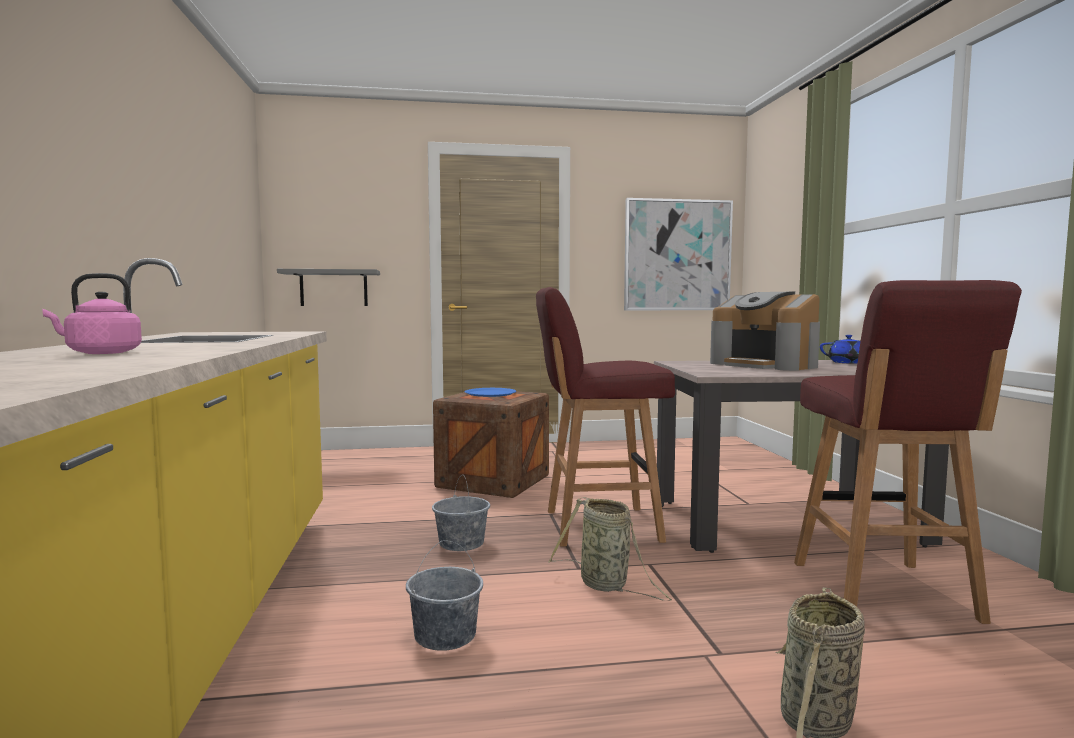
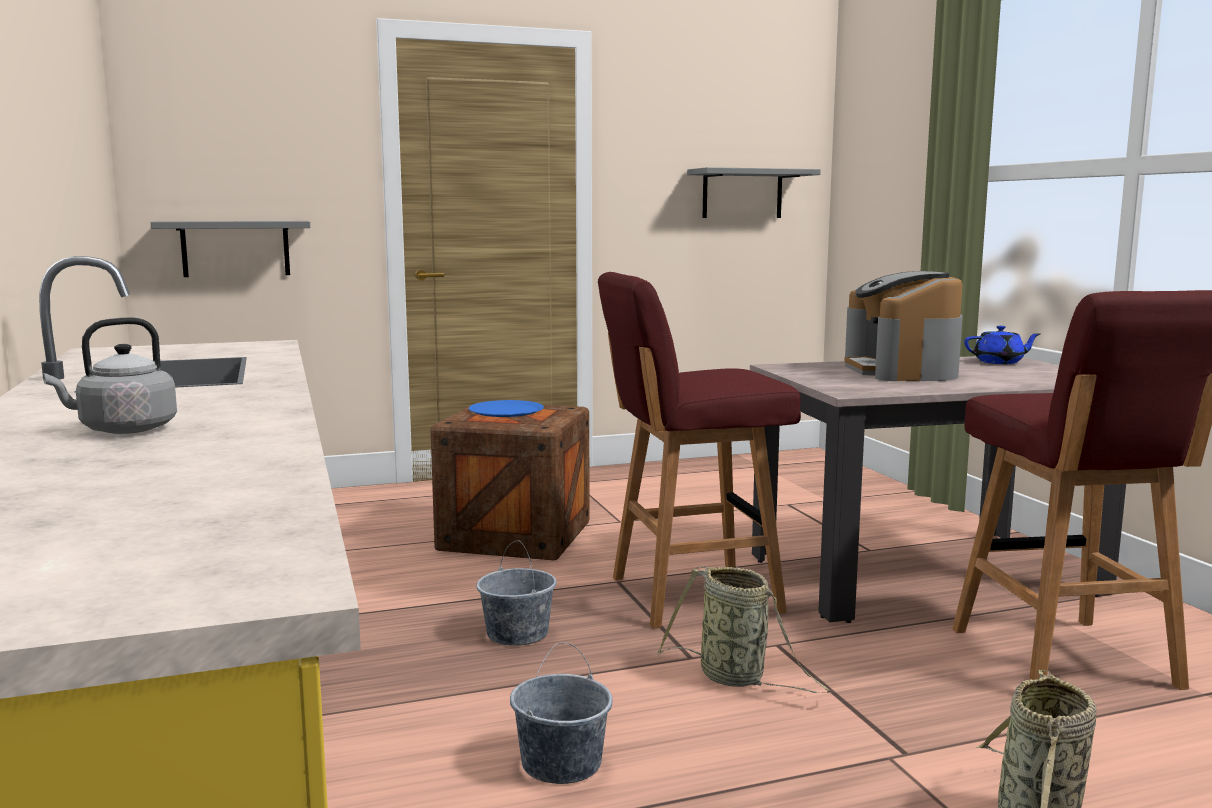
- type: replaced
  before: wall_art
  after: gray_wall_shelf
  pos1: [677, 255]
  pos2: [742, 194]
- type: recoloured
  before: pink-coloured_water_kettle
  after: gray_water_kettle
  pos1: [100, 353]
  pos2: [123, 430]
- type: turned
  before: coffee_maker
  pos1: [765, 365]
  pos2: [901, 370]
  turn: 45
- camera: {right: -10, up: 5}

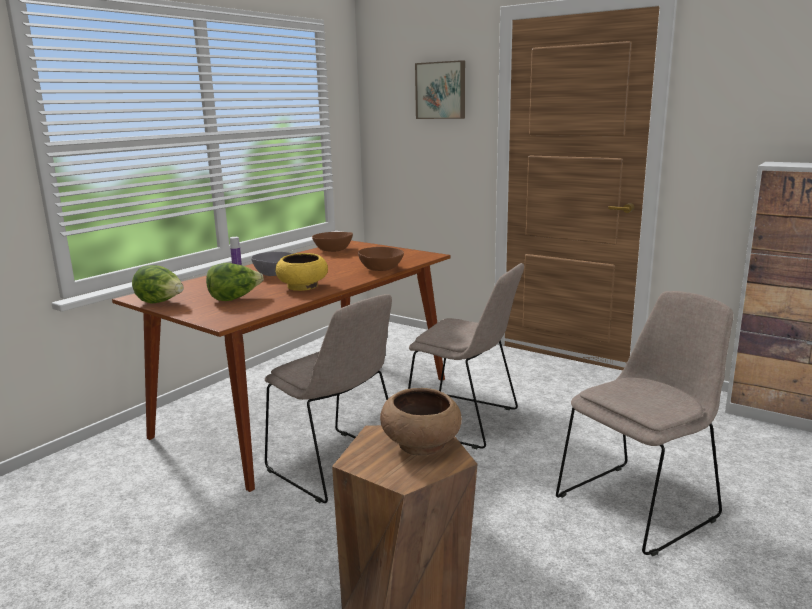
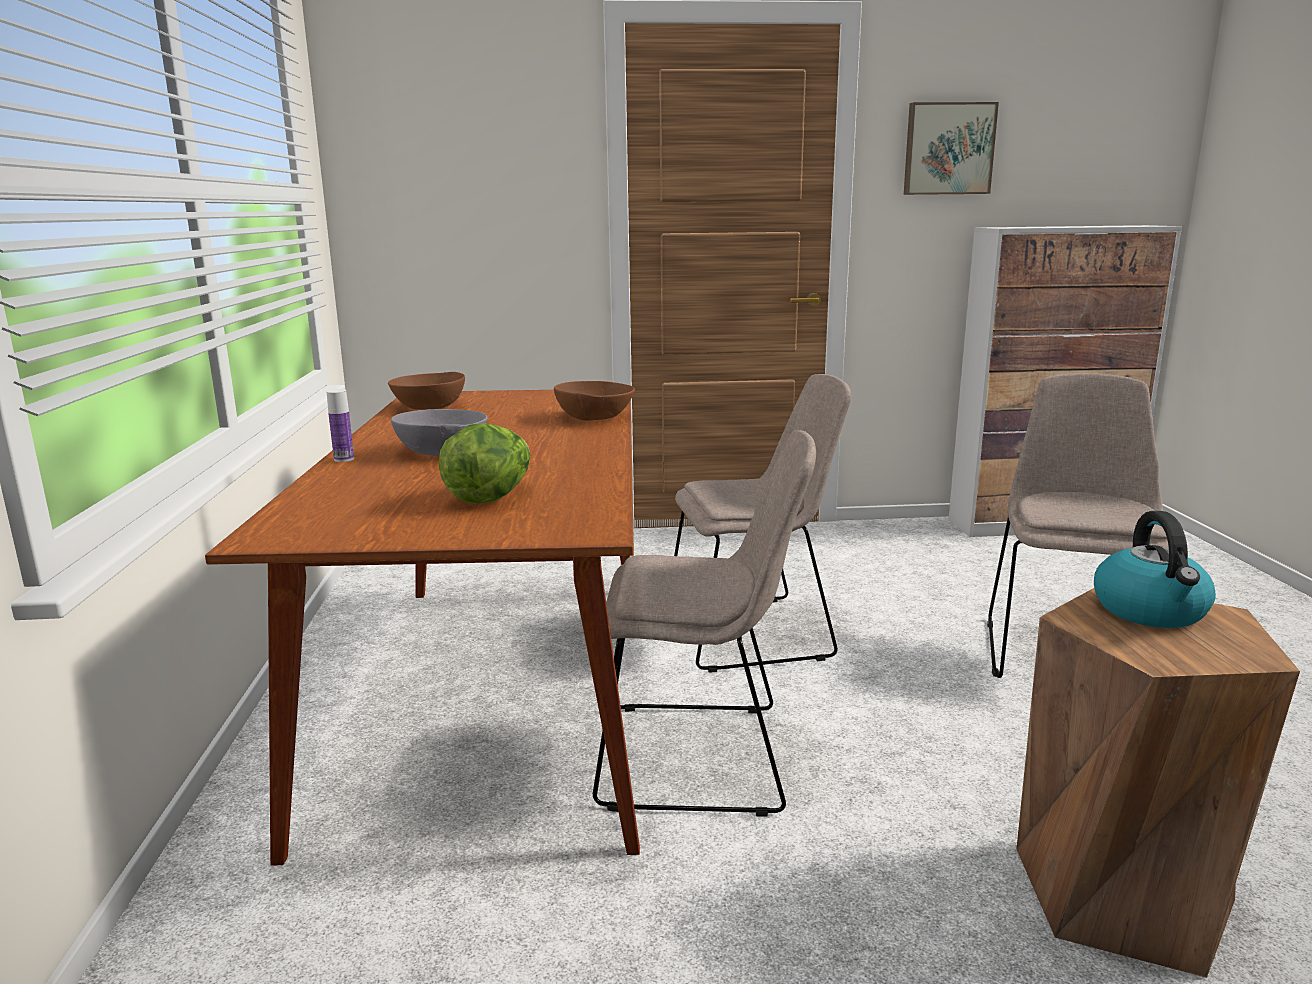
- type: removed
  before: lettuce
  pos1: [161, 303]
- type: removed
  before: yellow-coloured_serving_bowl
  pos1: [303, 287]
- type: moved
  before: wall_art
  pos1: [441, 90]
  pos2: [948, 149]
- type: replaced
  before: brown_serving_bowl
  after: water_kettle
  pos1: [422, 443]
  pos2: [1151, 611]
- camera: {right: -40, up: 0}

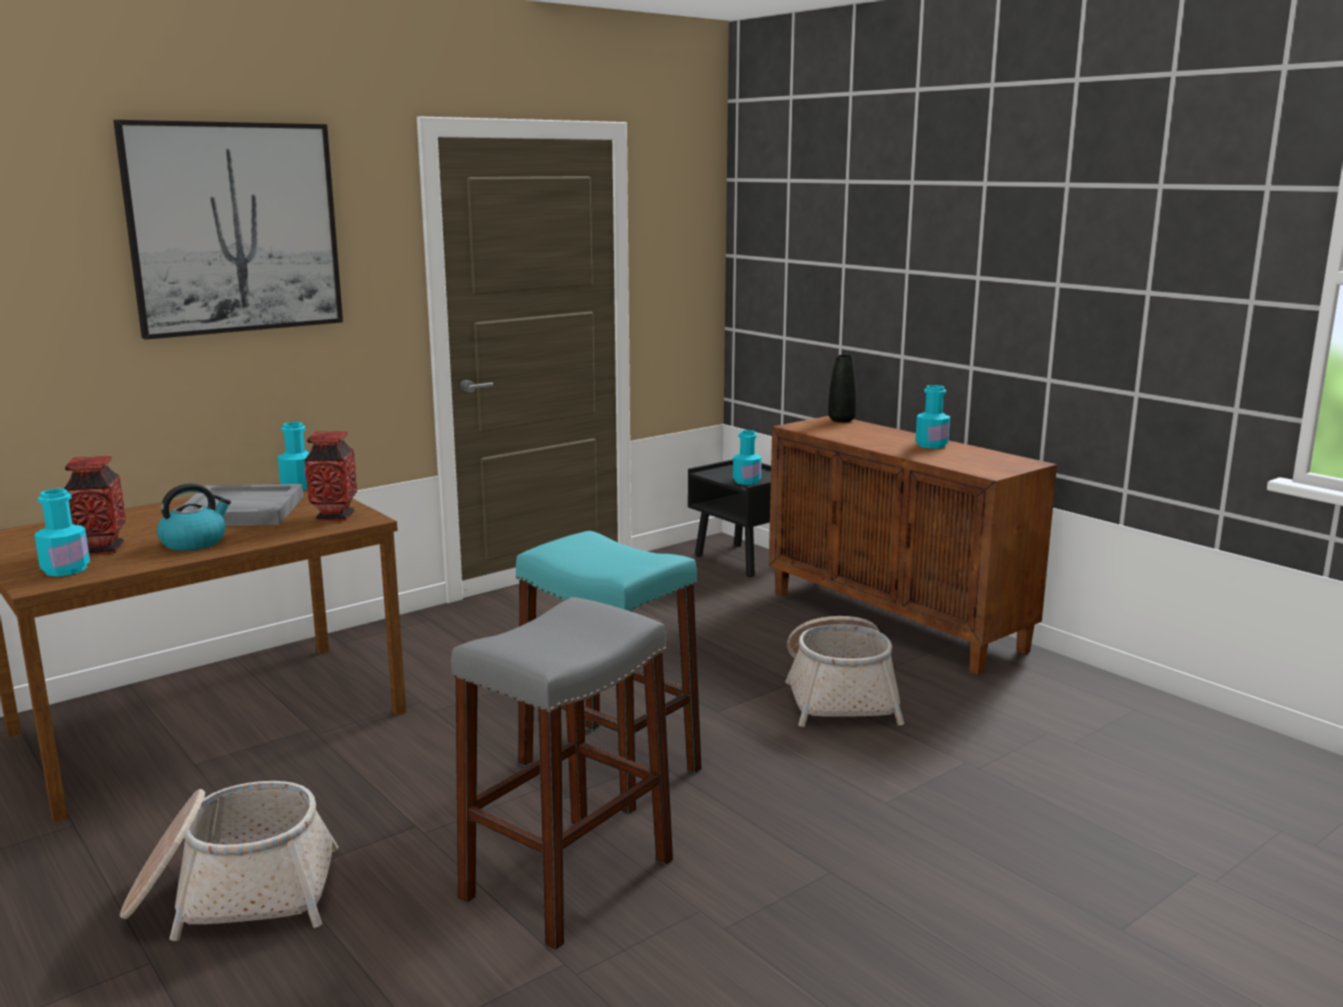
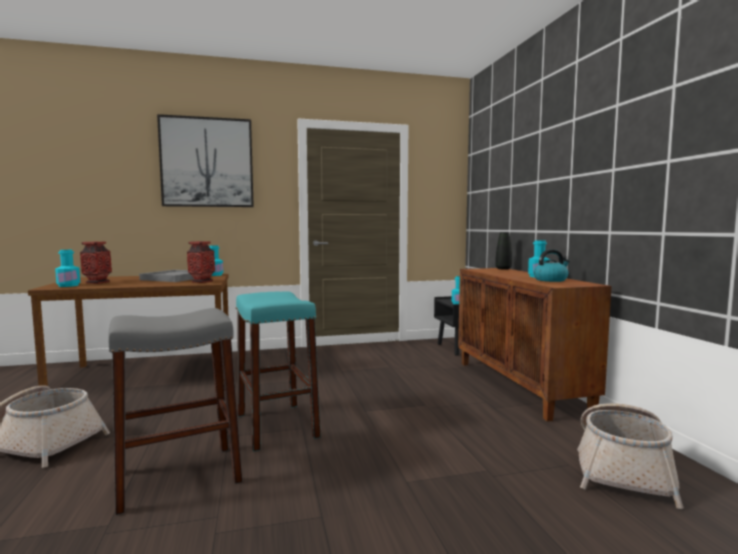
- type: moved
  before: water_kettle
  pos1: [194, 542]
  pos2: [550, 280]
- type: moved
  before: household_basket
  pos1: [839, 695]
  pos2: [622, 469]
- camera: {right: 25, up: -10}

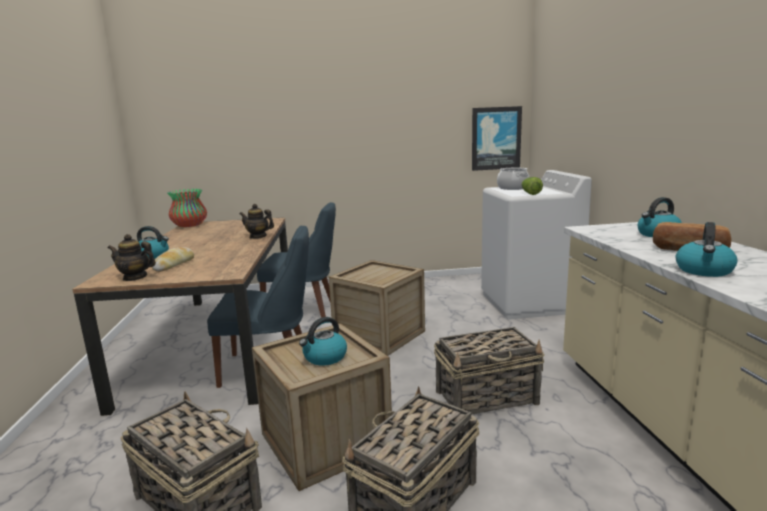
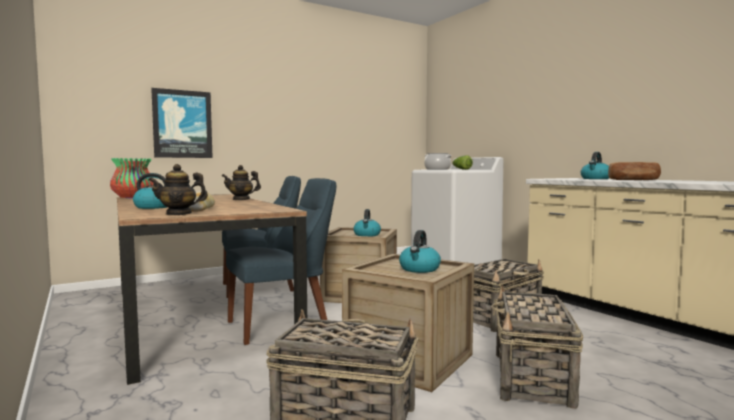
- type: moved
  before: wall_art
  pos1: [496, 138]
  pos2: [182, 124]
- type: moved
  before: water_kettle
  pos1: [704, 271]
  pos2: [367, 235]
- camera: {right: -25, up: -10}

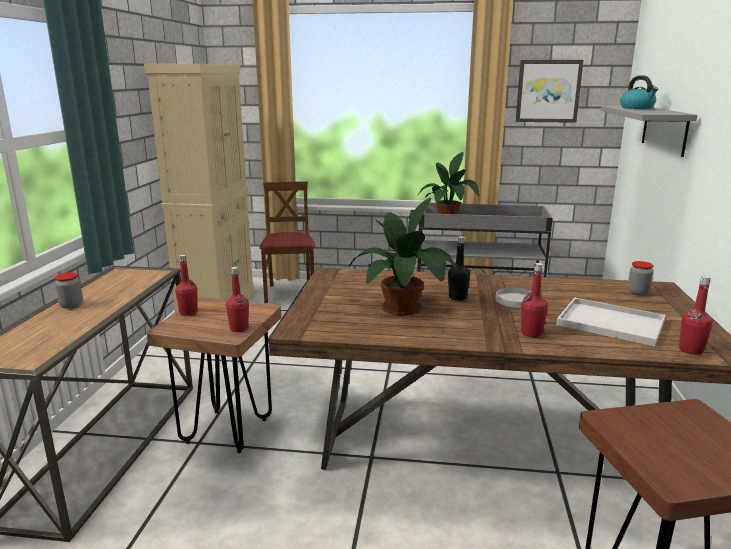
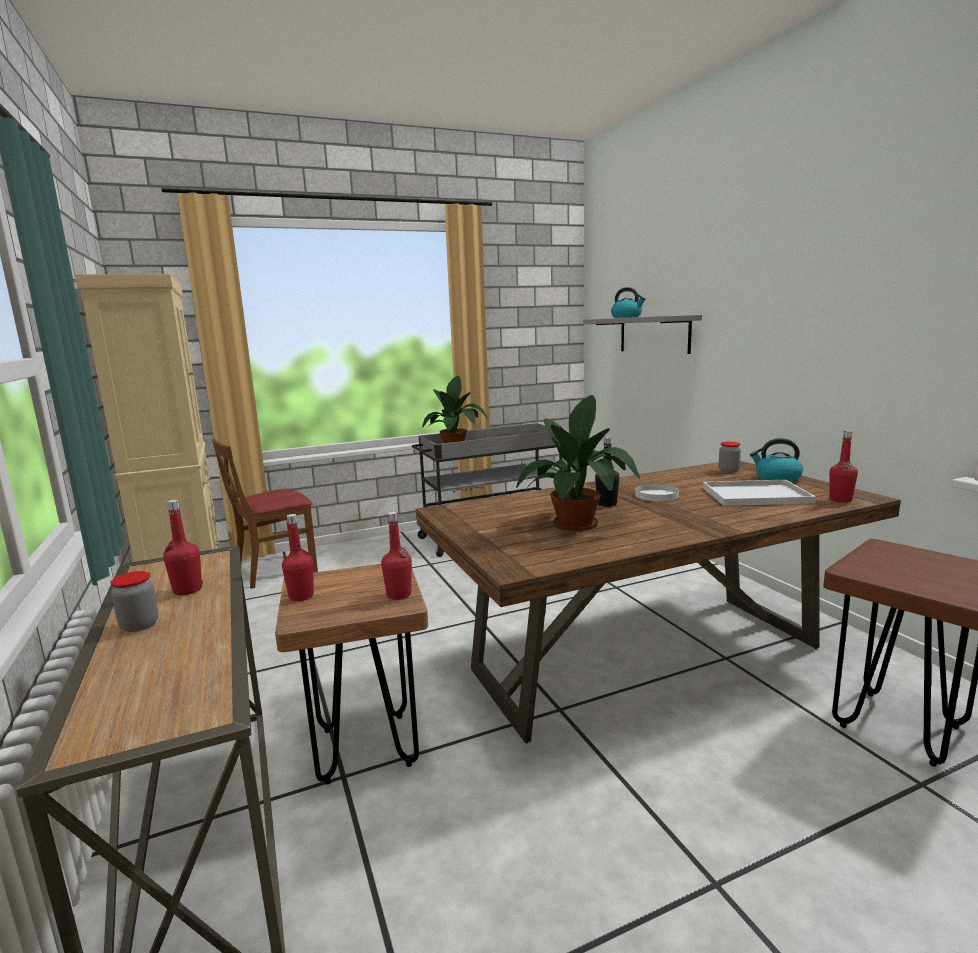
- type: removed
  before: wall_art
  pos1: [548, 91]
- type: added
  after: water_kettle
  pos2: [777, 478]
- type: moved
  before: red-coloured_beverage_bottle
  pos1: [531, 333]
  pos2: [187, 590]
- type: turned
  before: brown_plain_chair
  pos1: [290, 293]
  pos2: [276, 571]
  turn: -90
- camera: {right: -30, up: -5}

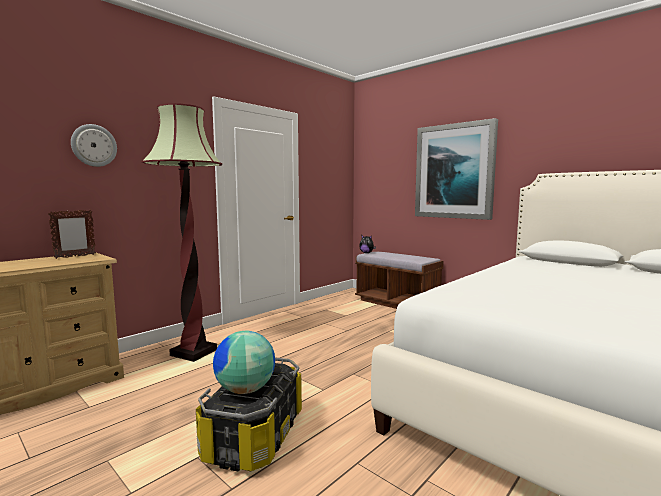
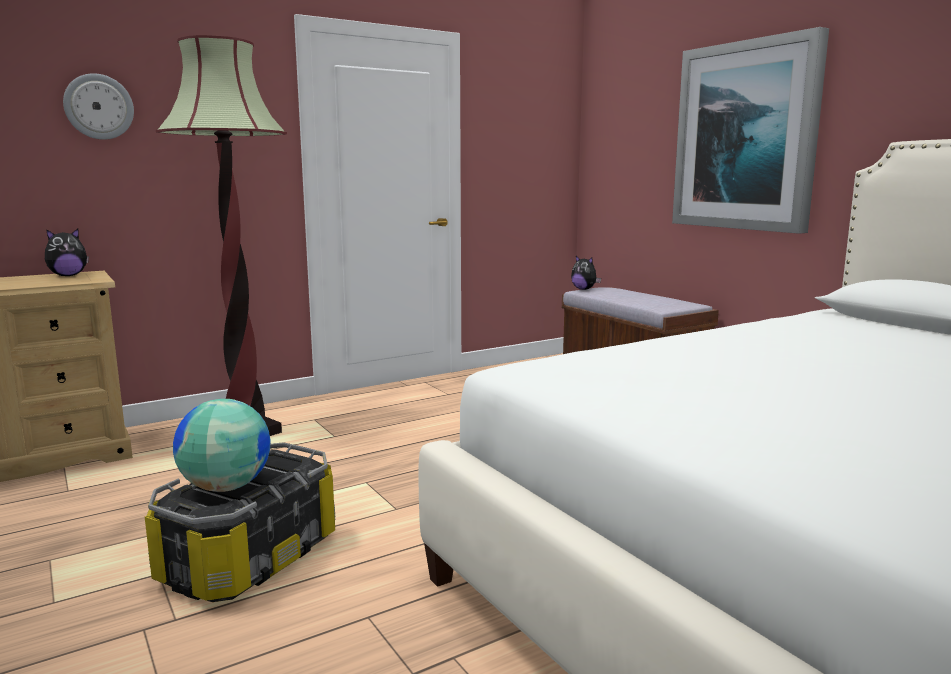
- type: replaced
  before: picture_frame
  after: plush_toy
  pos1: [75, 256]
  pos2: [68, 276]
- camera: {right: 15, up: 5}

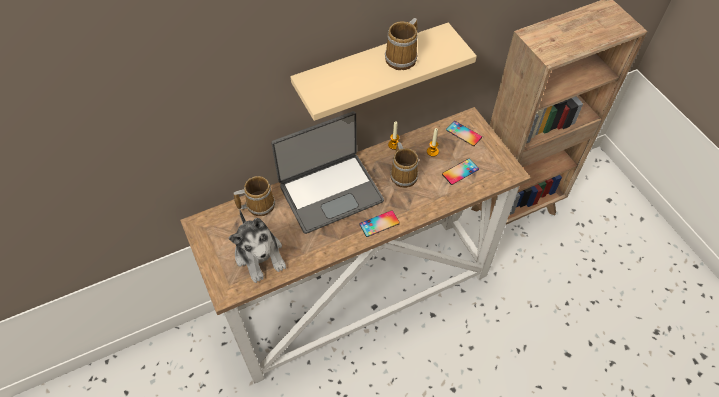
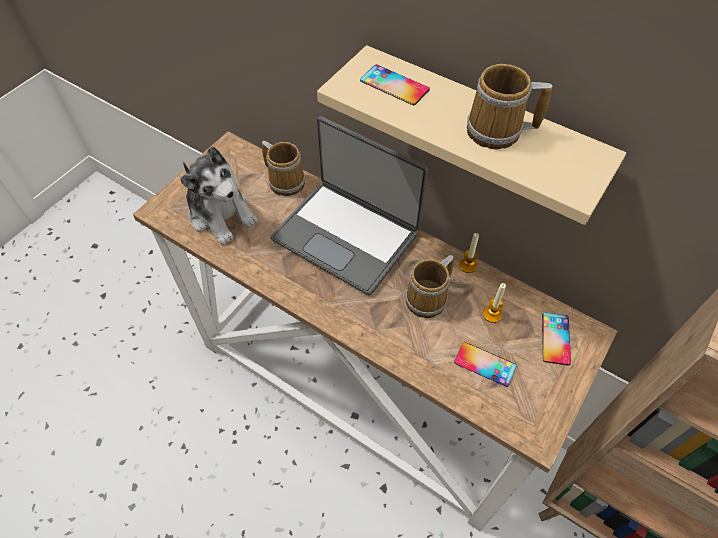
- type: moved
  before: telephone
  pos1: [379, 224]
  pos2: [394, 85]
- type: turned
  before: plush_toy
  pos1: [260, 255]
  pos2: [221, 214]
  turn: -75
- camera: {right: 60, up: 0}

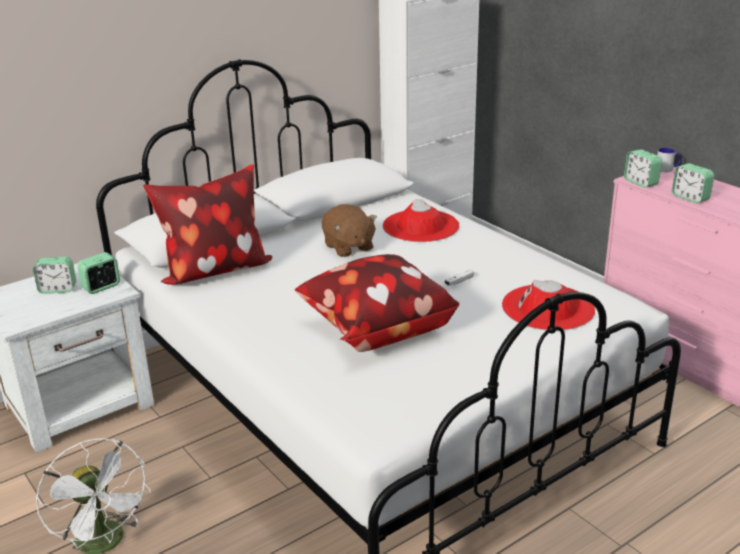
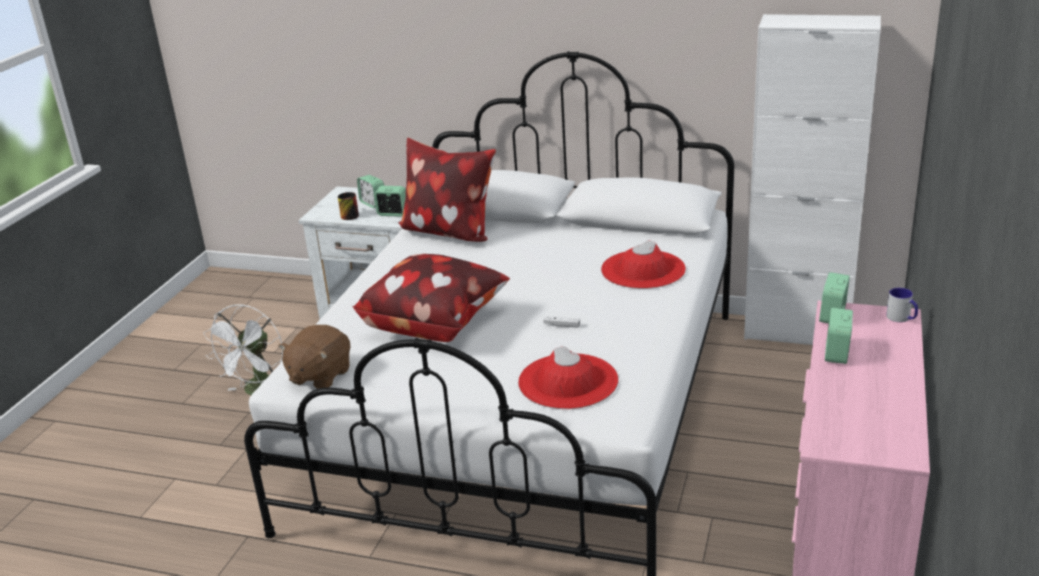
- type: added
  after: coffee_mug
  pos2: [347, 215]
- type: moved
  before: brown_plush_toy
  pos1: [348, 247]
  pos2: [319, 376]
- camera: {right: 55, up: 0}

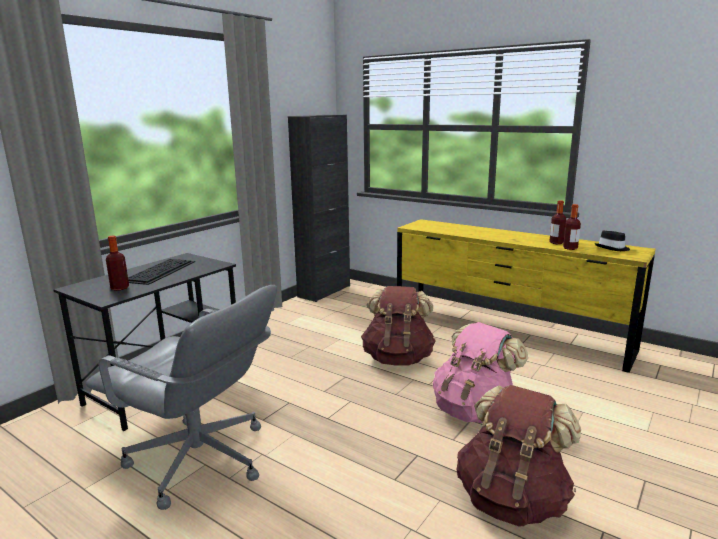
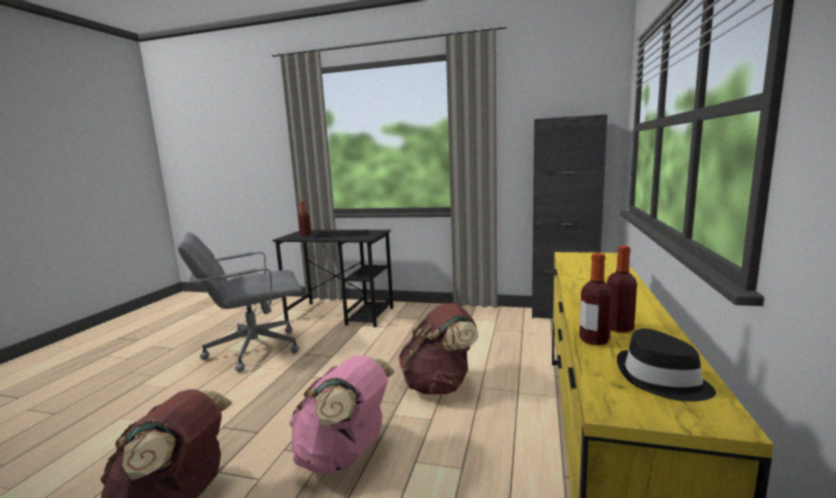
- type: turned
  before: gray_computer_chair
  pos1: [199, 461]
  pos2: [253, 349]
  turn: 60
- camera: {right: 70, up: -5}

